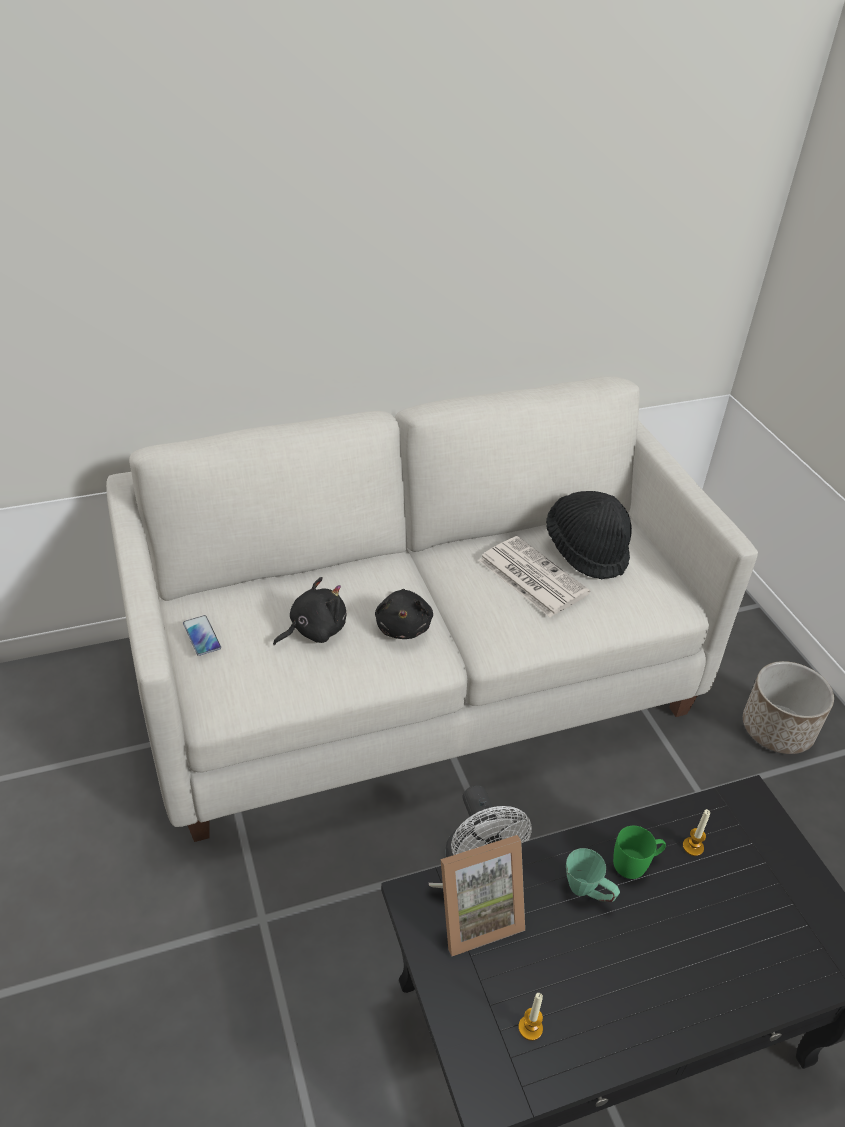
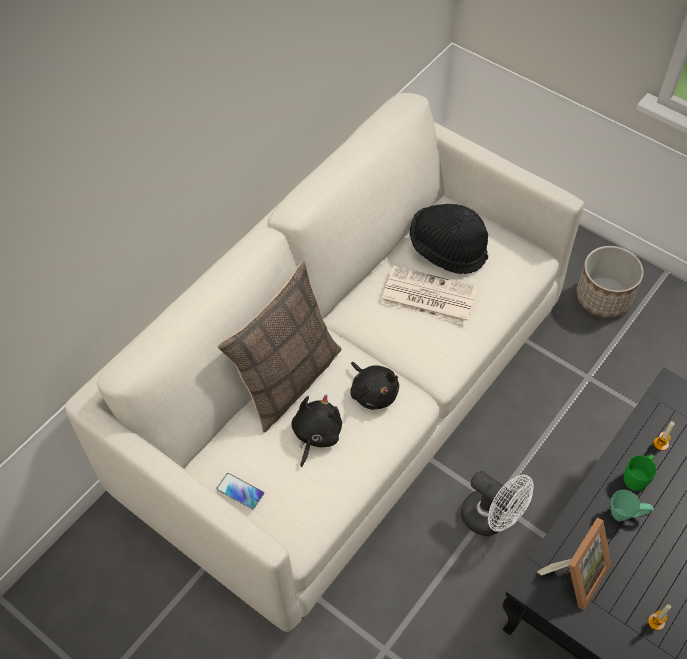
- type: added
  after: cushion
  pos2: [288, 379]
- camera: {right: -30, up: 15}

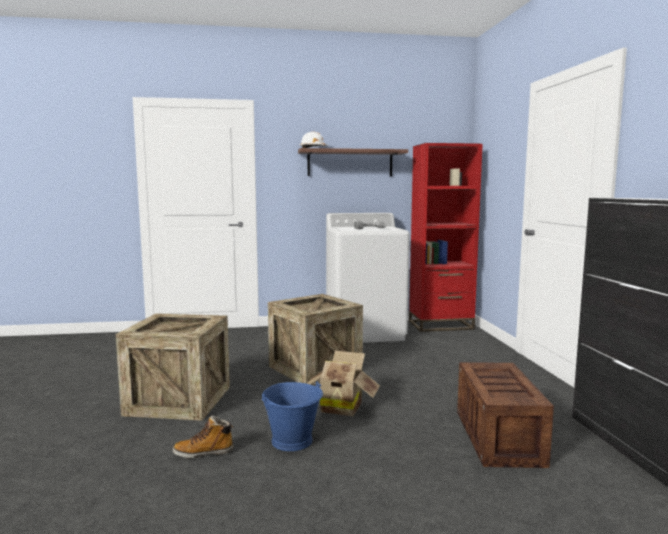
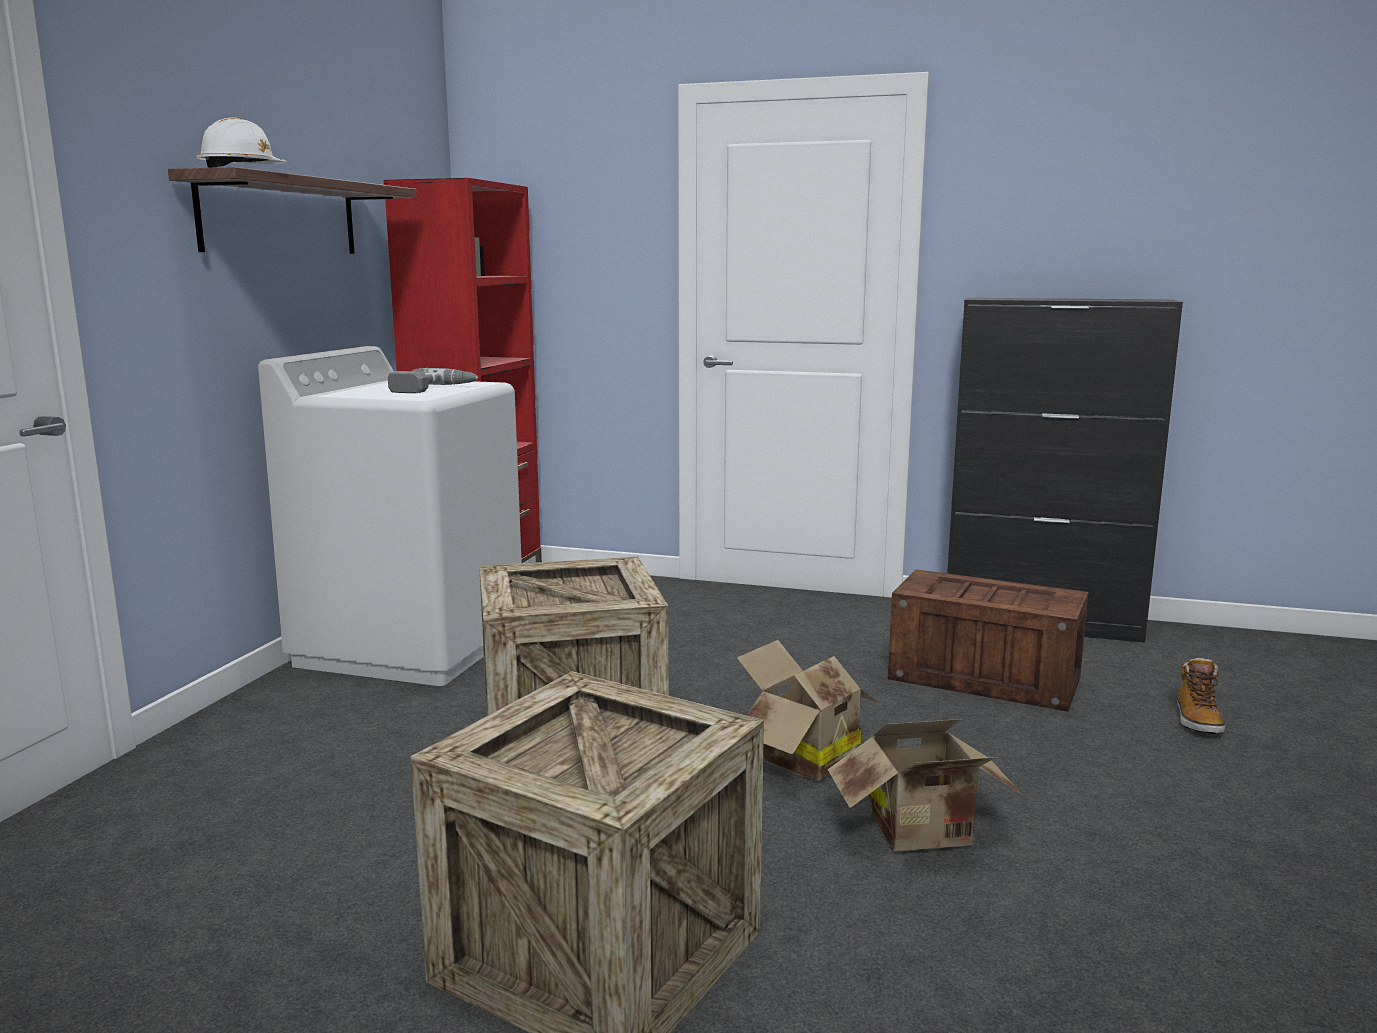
- type: moved
  before: boot
  pos1: [204, 453]
  pos2: [1197, 721]
- type: replaced
  before: bluish_water_bucket
  after: carton
  pos1: [292, 441]
  pos2: [925, 835]
- camera: {right: -65, up: 5}

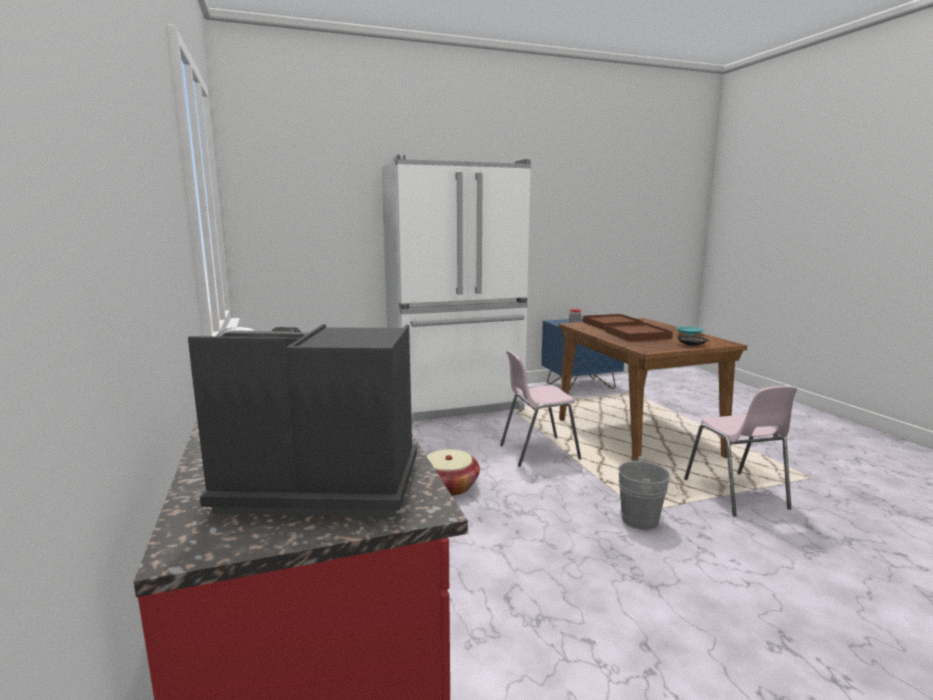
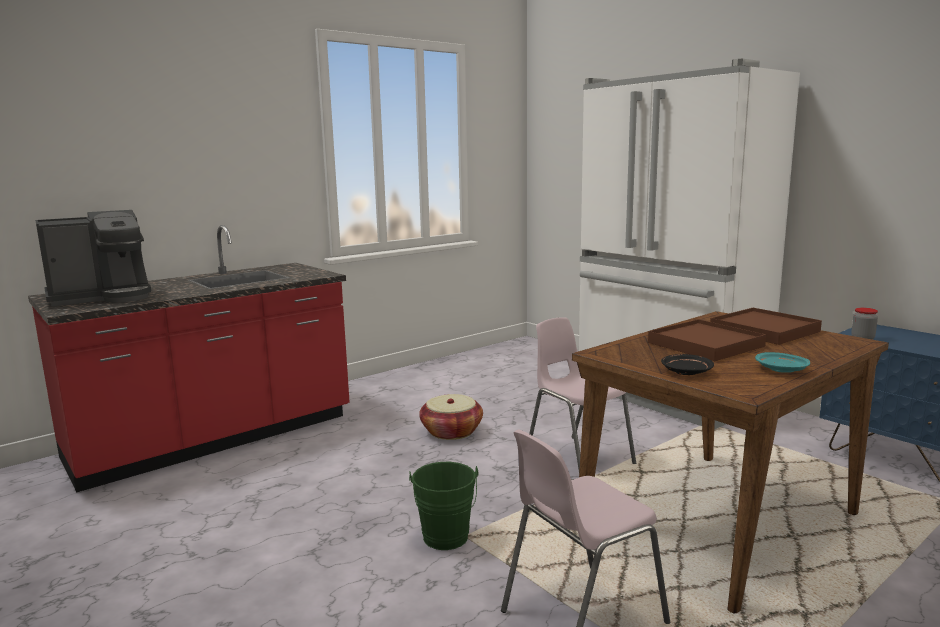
- type: recoloured
  before: gray_water_bucket
  after: green-coloured_water_bucket
  pos1: [644, 521]
  pos2: [446, 540]
- type: turned
  before: coffee_maker
  pos1: [317, 484]
  pos2: [103, 297]
  turn: 75
- camera: {right: 70, up: 0}

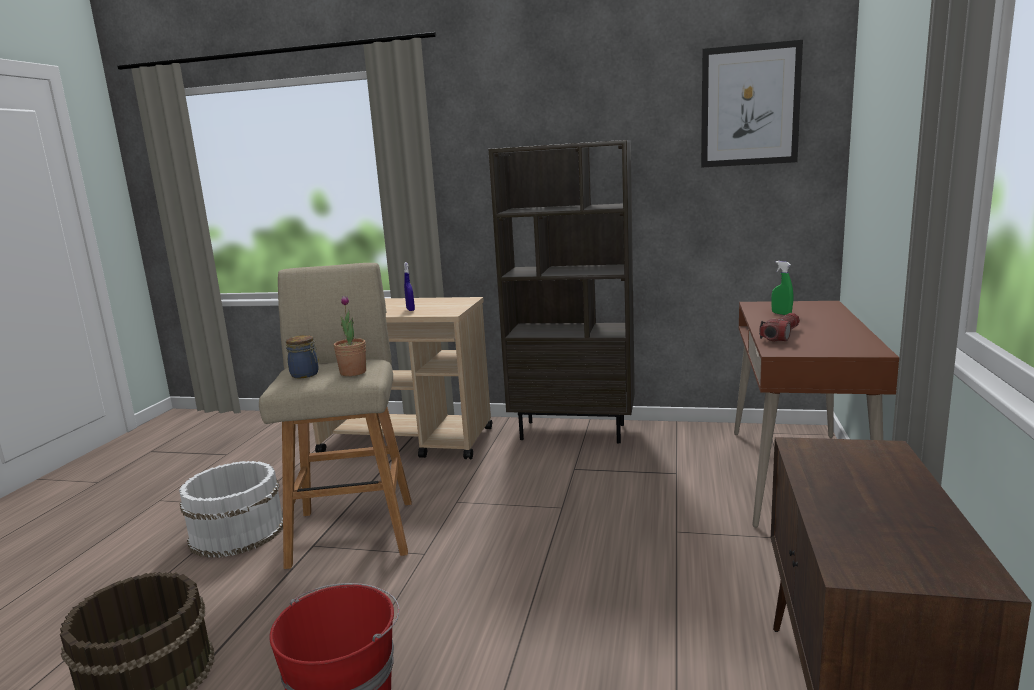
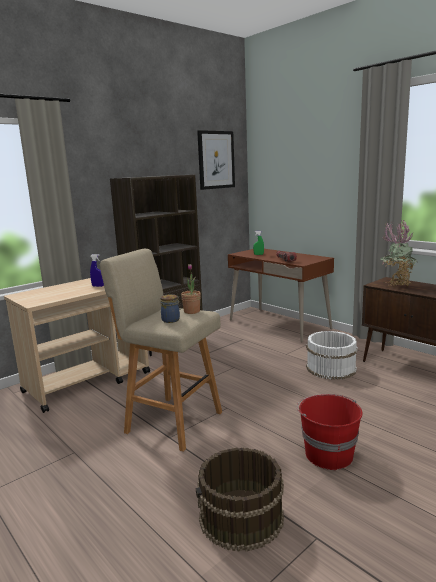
- type: added
  after: houseplant
  pos2: [396, 284]
- type: moved
  before: white-coloured_water_bucket
  pos1: [237, 531]
  pos2: [330, 368]
- camera: {right: -55, up: 0}

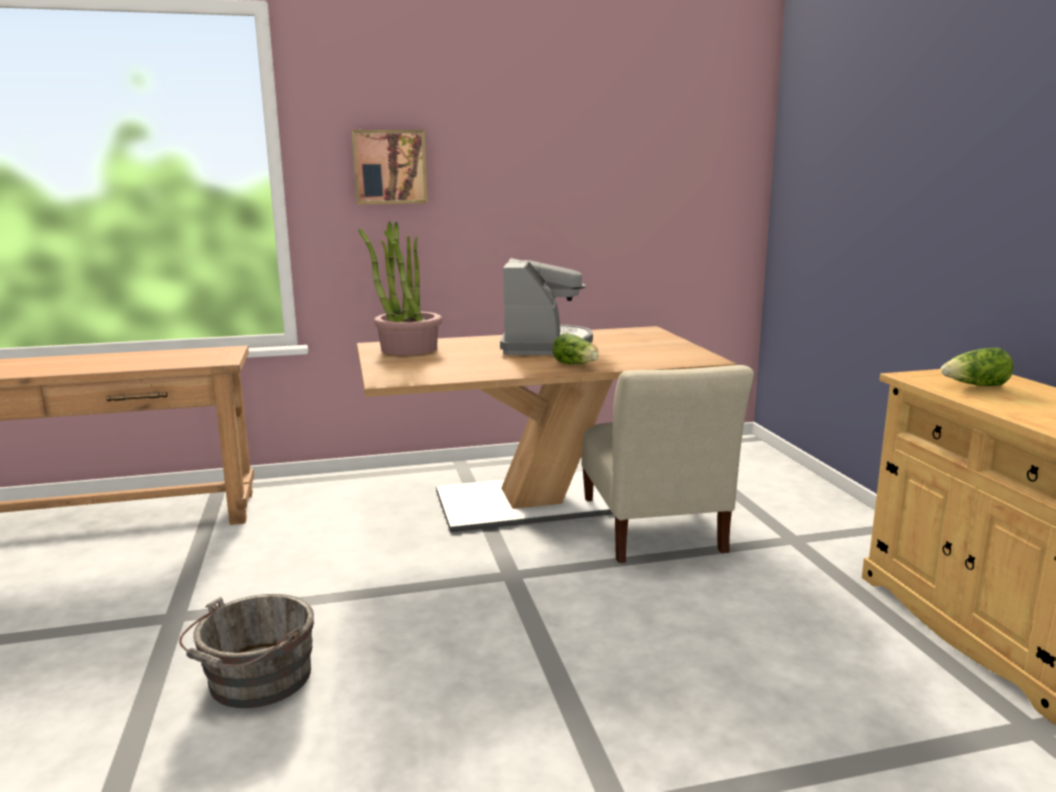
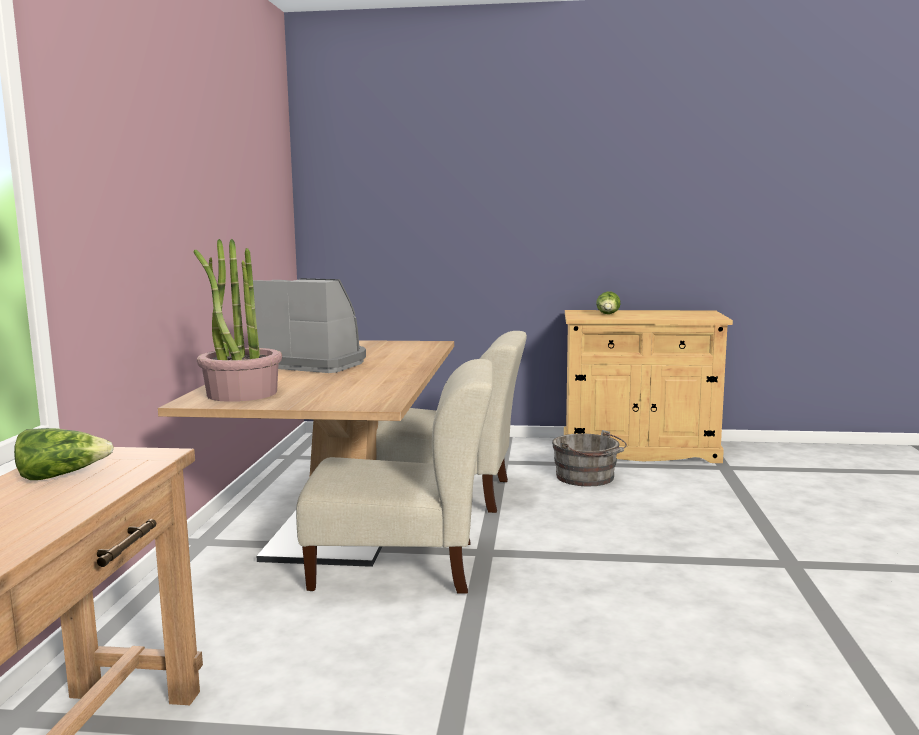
- type: removed
  before: wall_art
  pos1: [389, 167]
- type: added
  after: beige_plain_chair
  pos2: [402, 567]
- type: moved
  before: gray_water_bucket
  pos1: [256, 681]
  pos2: [588, 478]
- type: moved
  before: lettuce
  pos1: [575, 365]
  pos2: [61, 475]
- camera: {right: -70, up: -5}

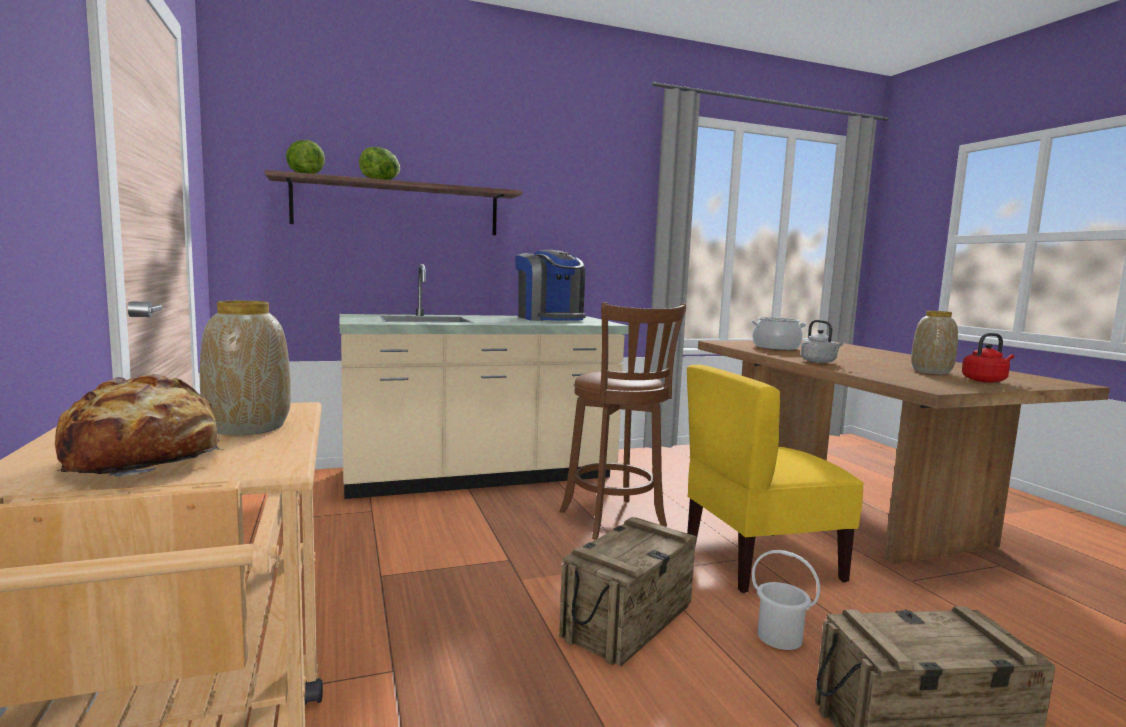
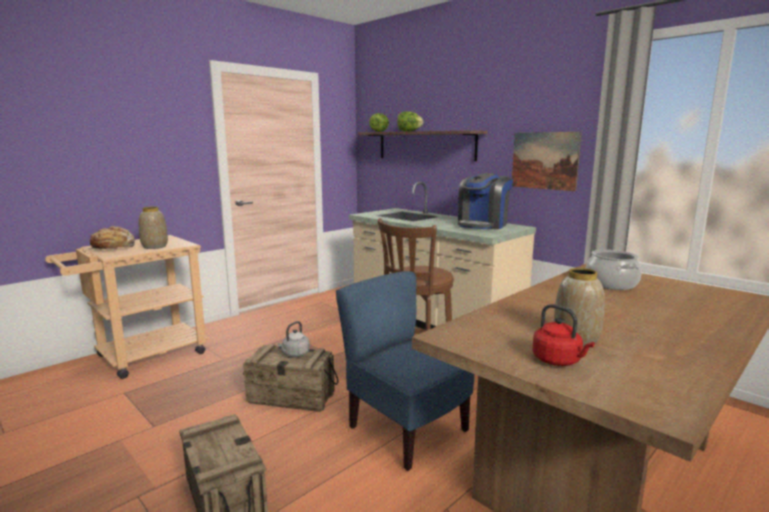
- type: removed
  before: white-coloured_water_bucket
  pos1: [779, 637]
- type: added
  after: wall_art
  pos2: [544, 160]
- type: moved
  before: gray_water_kettle
  pos1: [819, 362]
  pos2: [294, 354]
- type: recoloured
  before: yellow-coloured_plain_chair
  after: bluish_plain_chair
  pos1: [760, 562]
  pos2: [406, 430]
- camera: {right: 65, up: 5}

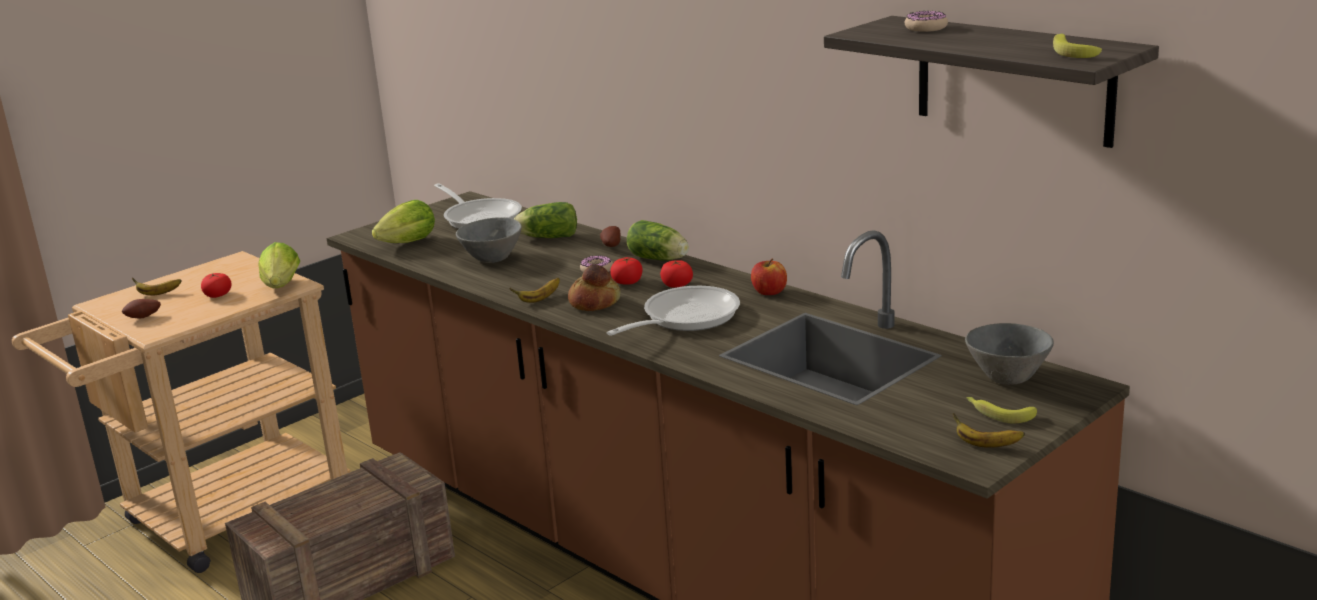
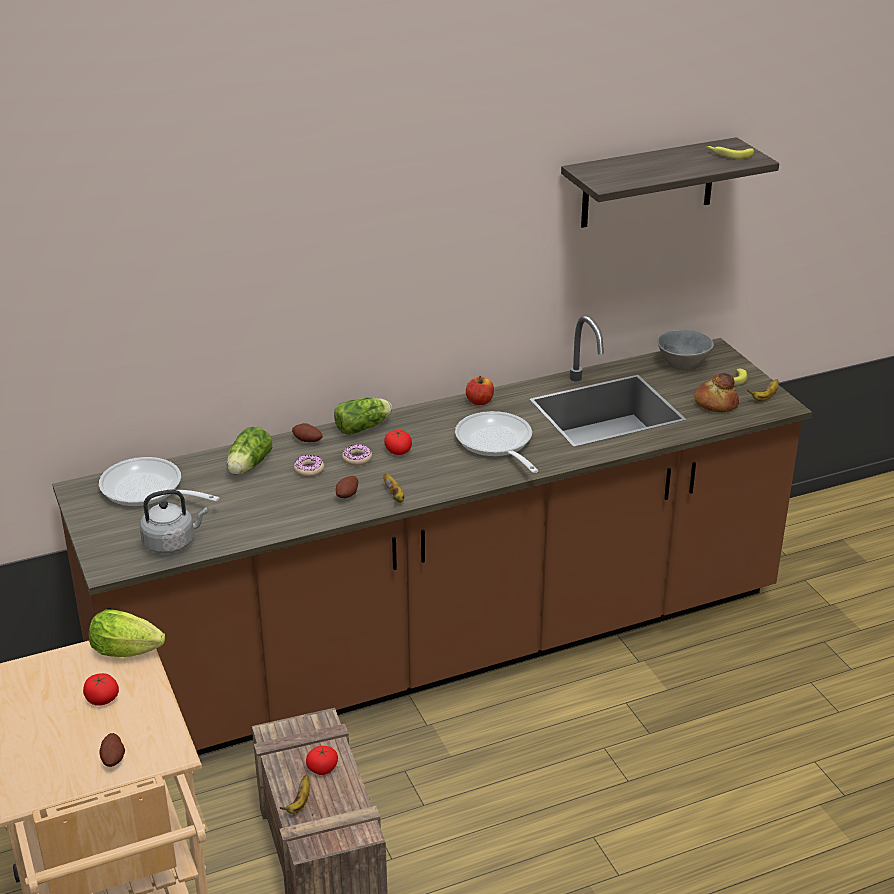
- type: removed
  before: gray_serving_bowl
  pos1: [490, 258]
- type: added
  after: potato
  pos2: [348, 495]
- type: moved
  before: whole_banana
  pos1: [158, 294]
  pos2: [299, 803]
- type: moved
  before: bread
  pos1: [594, 302]
  pos2: [715, 403]
- type: moved
  before: whole_tomato
  pos1: [677, 285]
  pos2: [322, 768]
- type: moved
  before: doughnut
  pos1: [926, 28]
  pos2: [309, 470]
- type: replaced
  before: lettuce
  after: gray_water_kettle
  pos1: [405, 244]
  pos2: [172, 543]
- type: turned
  before: pan
  pos1: [480, 218]
  pos2: [147, 490]
  turn: -135
- camera: {right: -70, up: 10}

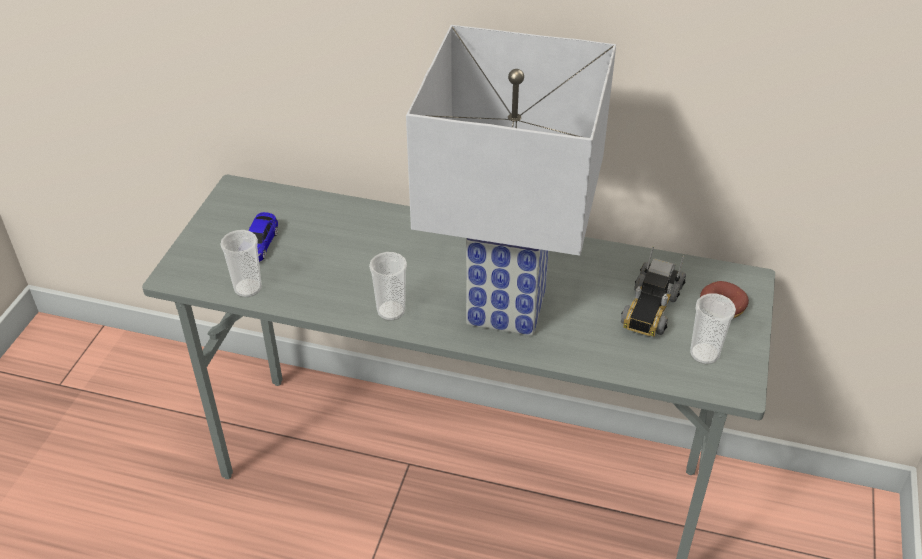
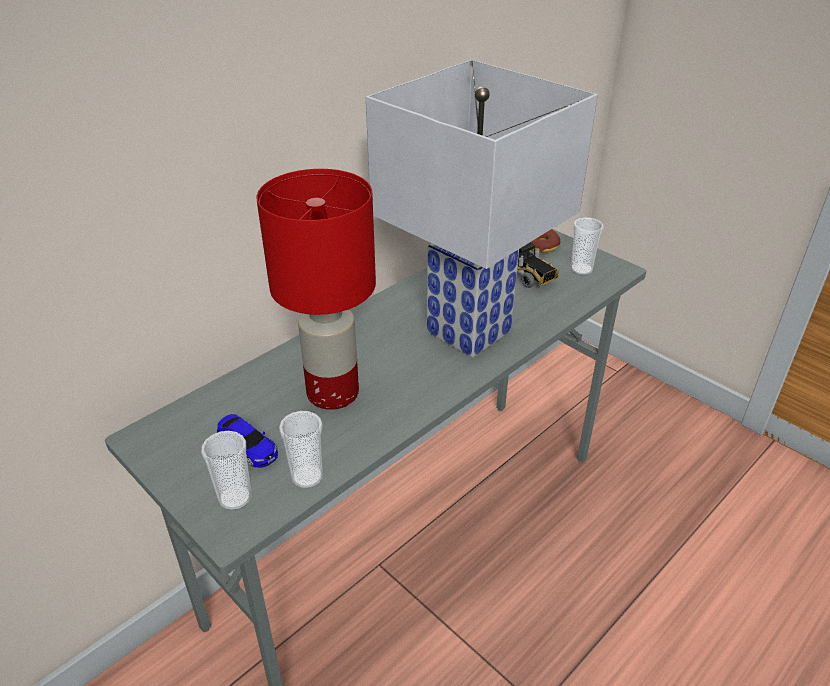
- type: added
  after: red-coloured_table_lamp
  pos2: [332, 392]
- type: moved
  before: cup
  pos1: [391, 311]
  pos2: [235, 498]
- camera: {right: -60, up: -5}

